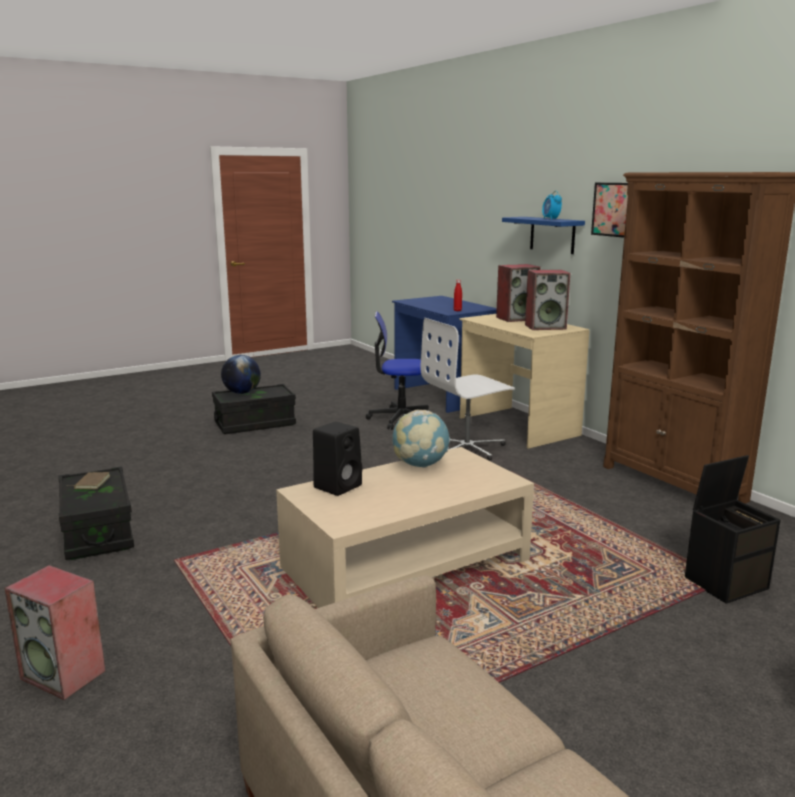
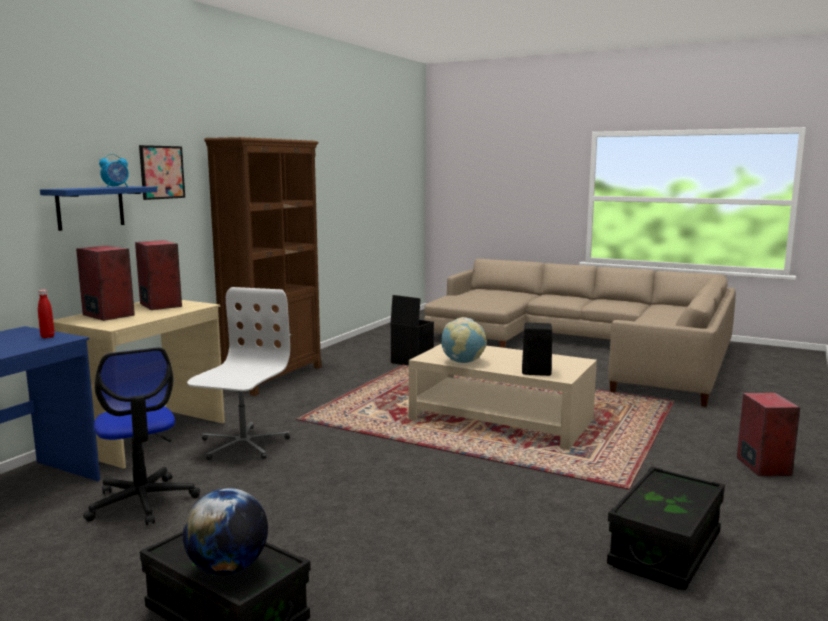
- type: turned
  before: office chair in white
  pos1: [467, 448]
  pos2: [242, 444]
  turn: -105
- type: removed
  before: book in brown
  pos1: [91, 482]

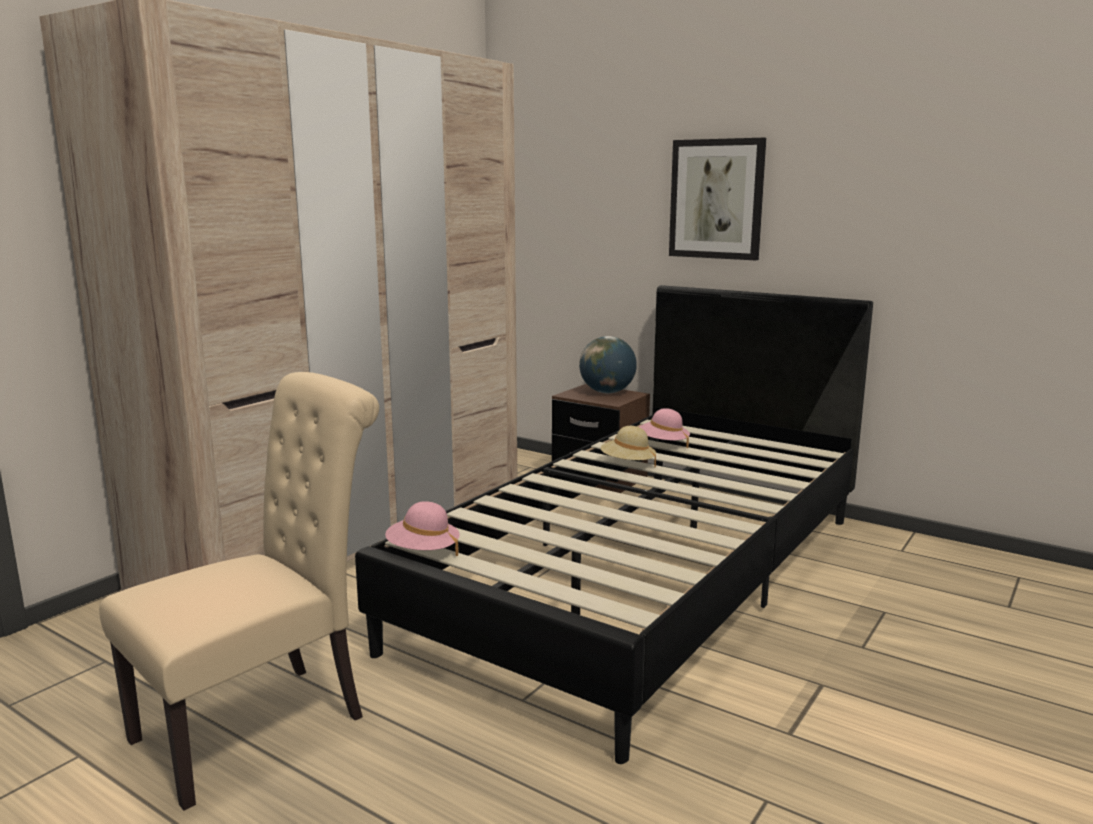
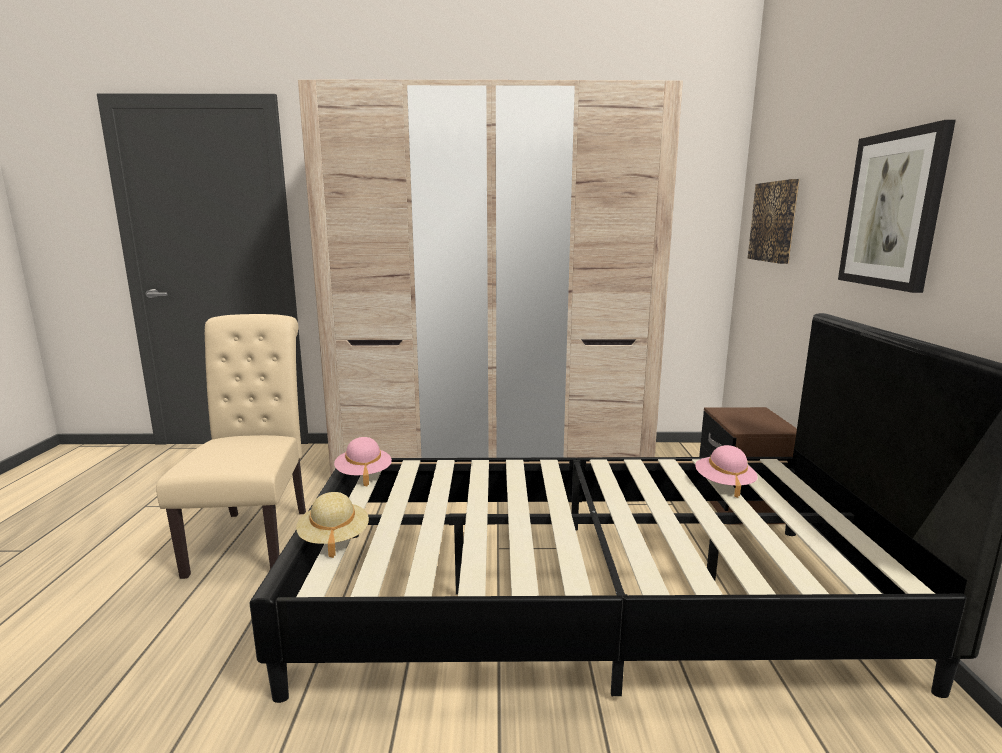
- type: turned
  before: chair in beige
  pos1: [263, 723]
  pos2: [254, 536]
  turn: -105
- type: moved
  before: hat in beige
  pos1: [627, 464]
  pos2: [334, 538]
- type: added
  after: picture
  pos2: [774, 222]
- type: removed
  before: globe
  pos1: [607, 392]

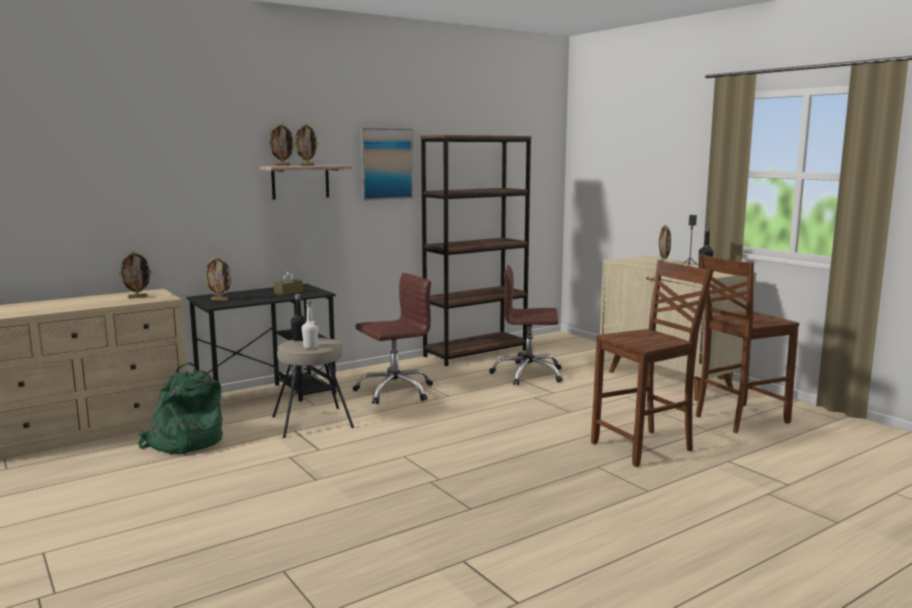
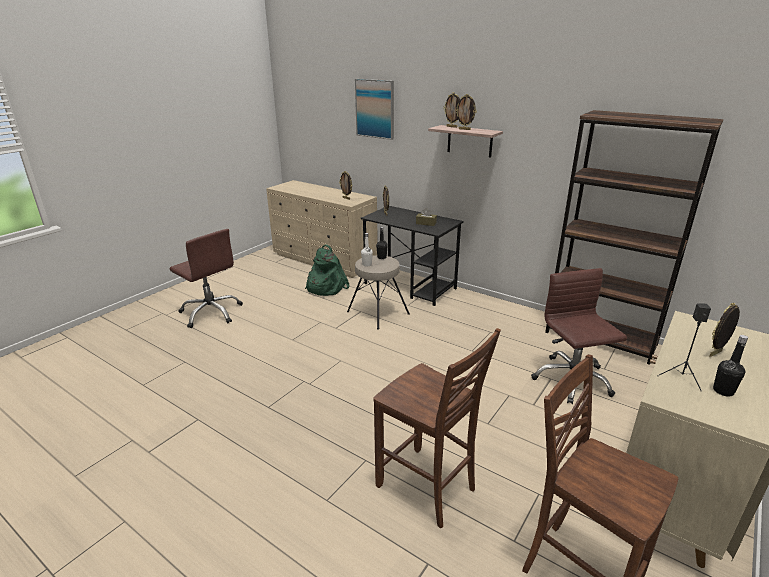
- type: moved
  before: office chair in brown
  pos1: [395, 391]
  pos2: [211, 312]
- type: moved
  before: picture
  pos1: [386, 164]
  pos2: [375, 109]

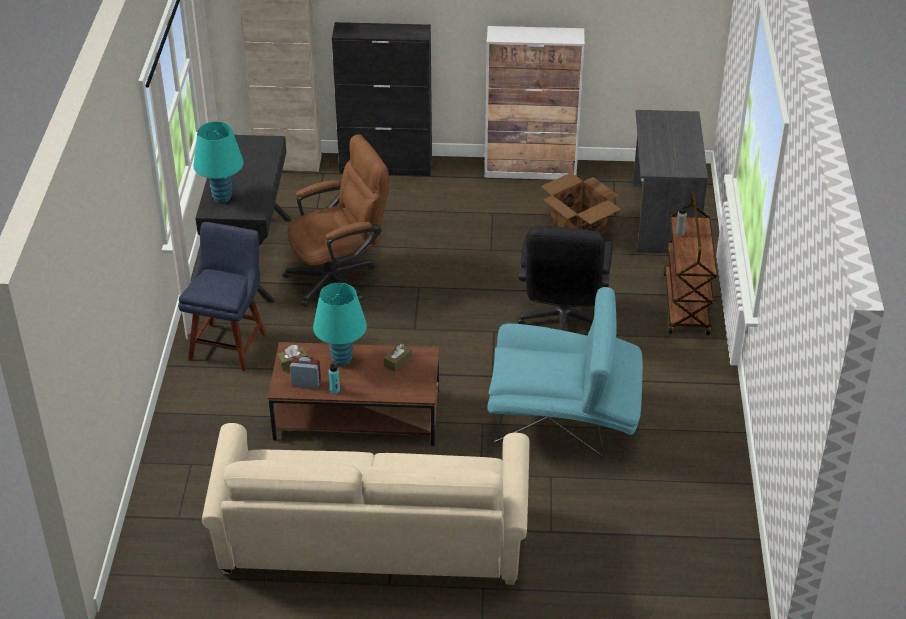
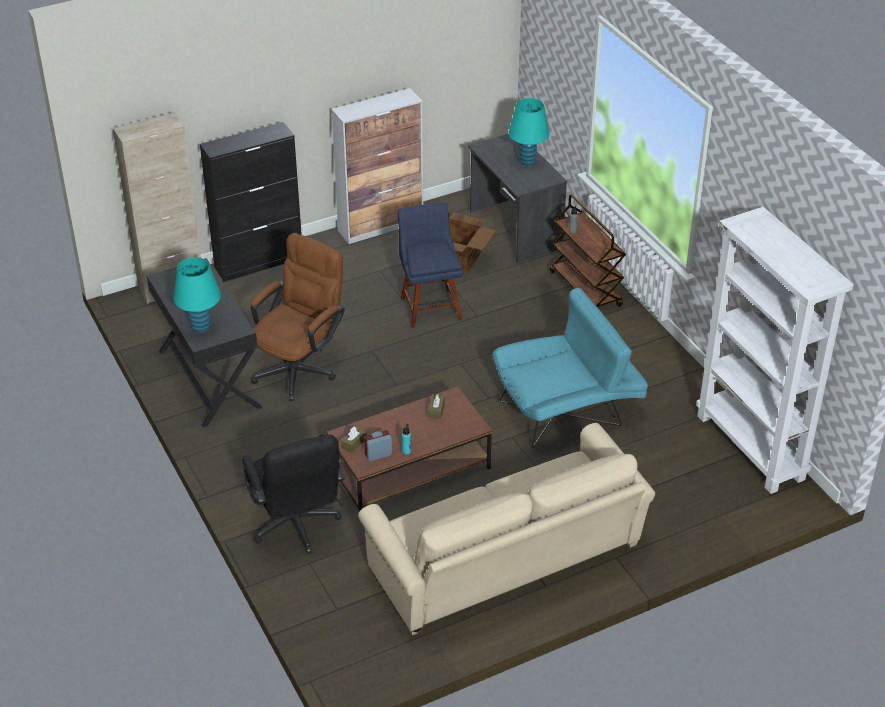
- type: moved
  before: office chair in black
  pos1: [562, 325]
  pos2: [297, 527]
- type: moved
  before: chair in blue
  pos1: [229, 344]
  pos2: [430, 306]
- type: moved
  before: table lamp in turquoise
  pos1: [342, 360]
  pos2: [527, 162]
- type: added
  after: bookcase in white
  pos2: [751, 447]

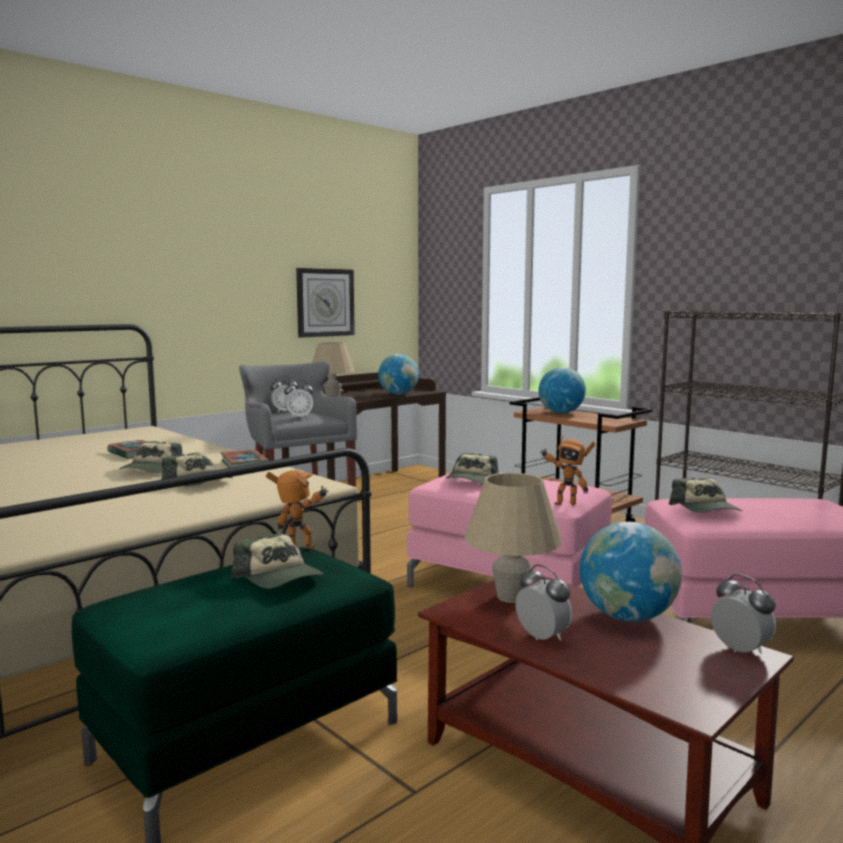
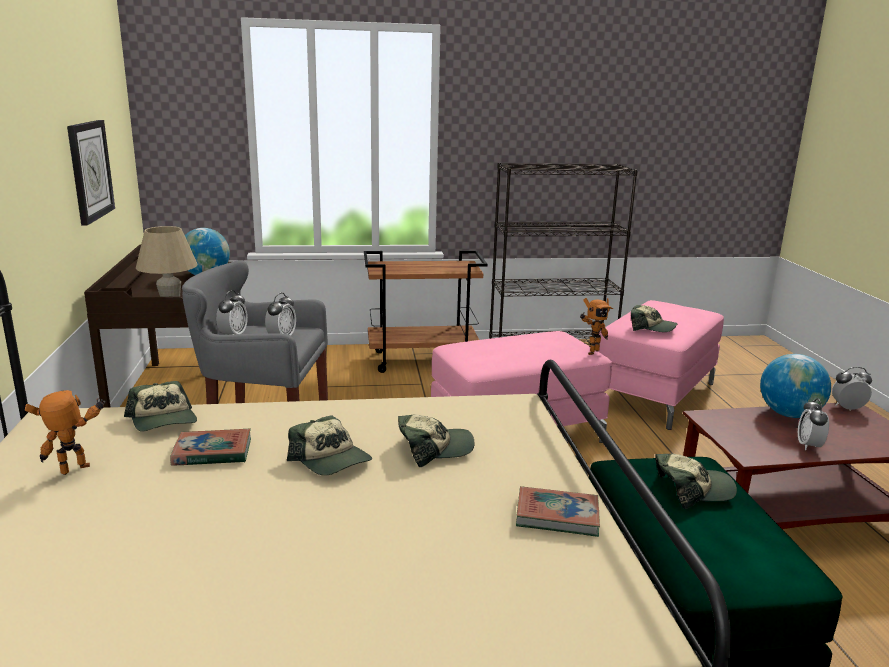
- type: moved
  before: toy robot
  pos1: [300, 549]
  pos2: [77, 471]
- type: moved
  before: cap
  pos1: [471, 480]
  pos2: [163, 420]
- type: moved
  before: book
  pos1: [245, 464]
  pos2: [557, 516]
- type: turned
  before: alarm clock
  pos1: [542, 637]
  pos2: [809, 446]
  turn: -75
- type: removed
  before: table lamp in beige
  pos1: [511, 597]
- type: removed
  before: globe
  pos1: [561, 413]

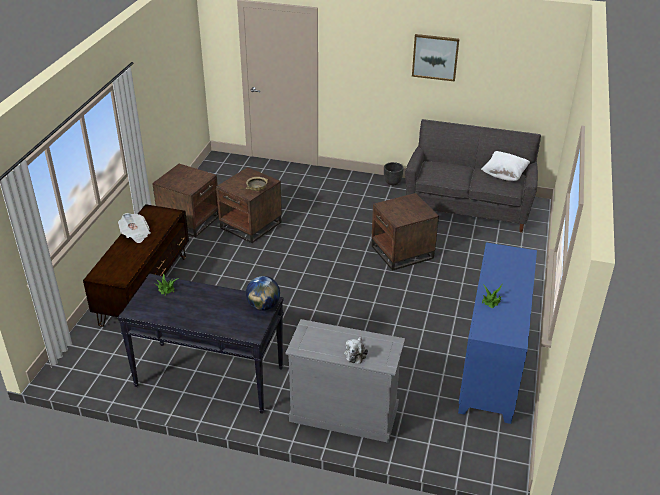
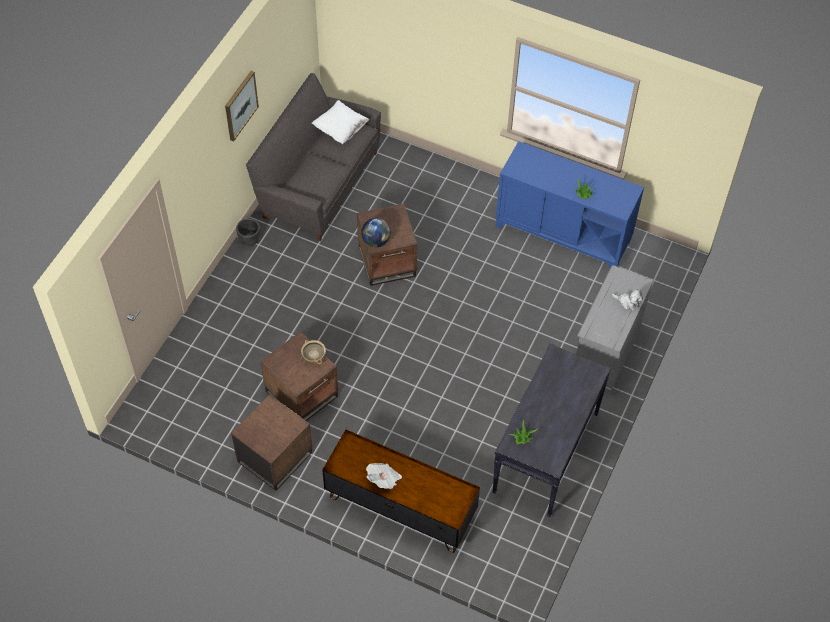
- type: moved
  before: globe
  pos1: [263, 306]
  pos2: [376, 241]

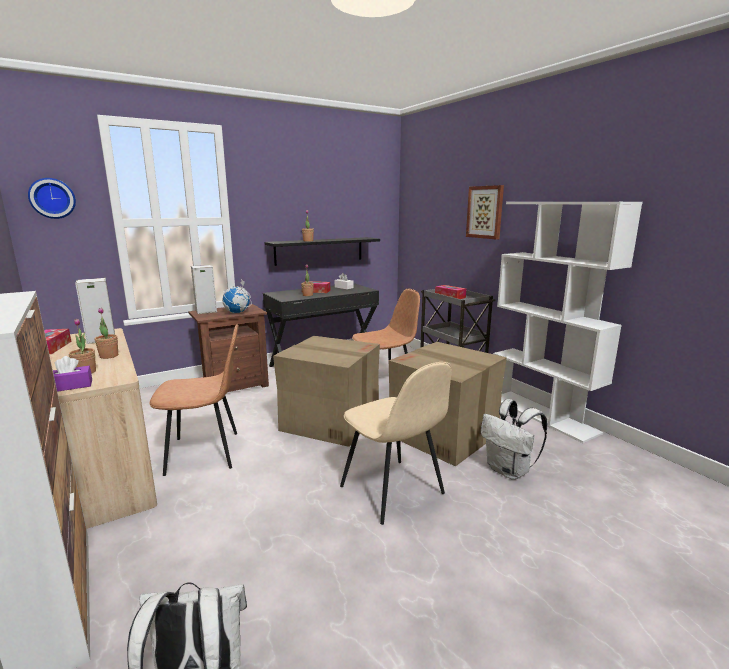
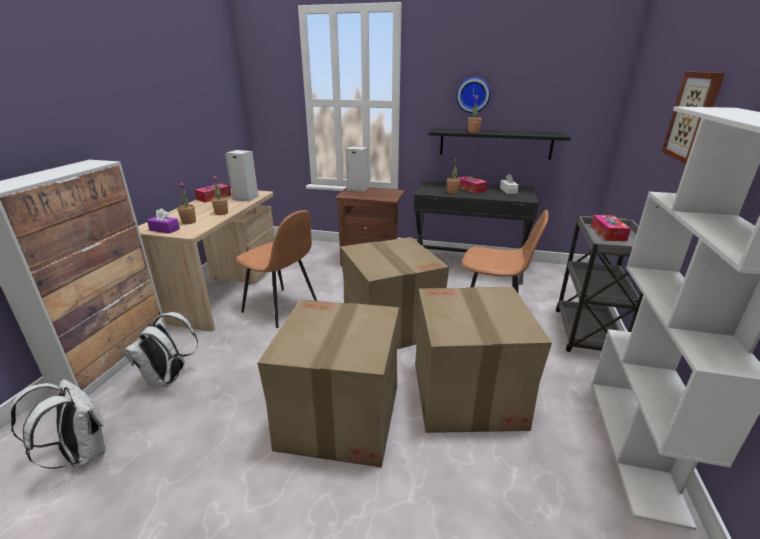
- type: moved
  before: backpack in white
  pos1: [509, 470]
  pos2: [169, 378]
- type: replaced
  before: chair in beige
  after: cardboard box
  pos1: [393, 491]
  pos2: [339, 417]
- type: moved
  before: wall clock
  pos1: [52, 198]
  pos2: [473, 95]
- type: removed
  before: globe
  pos1: [237, 312]

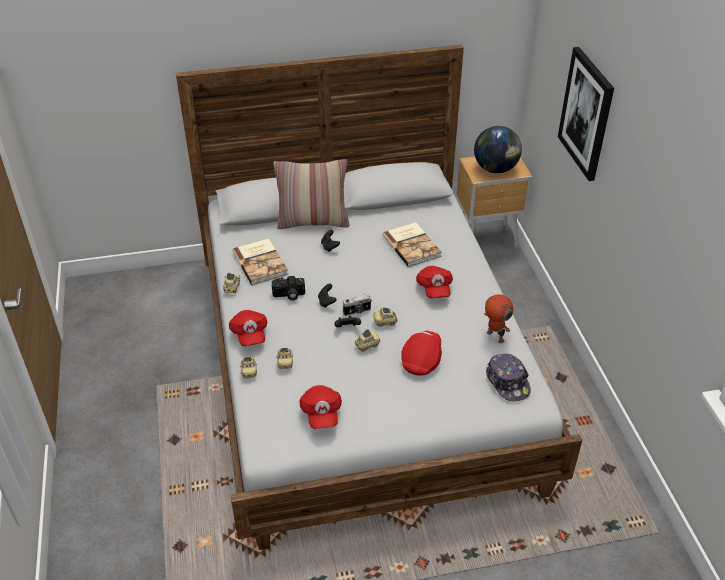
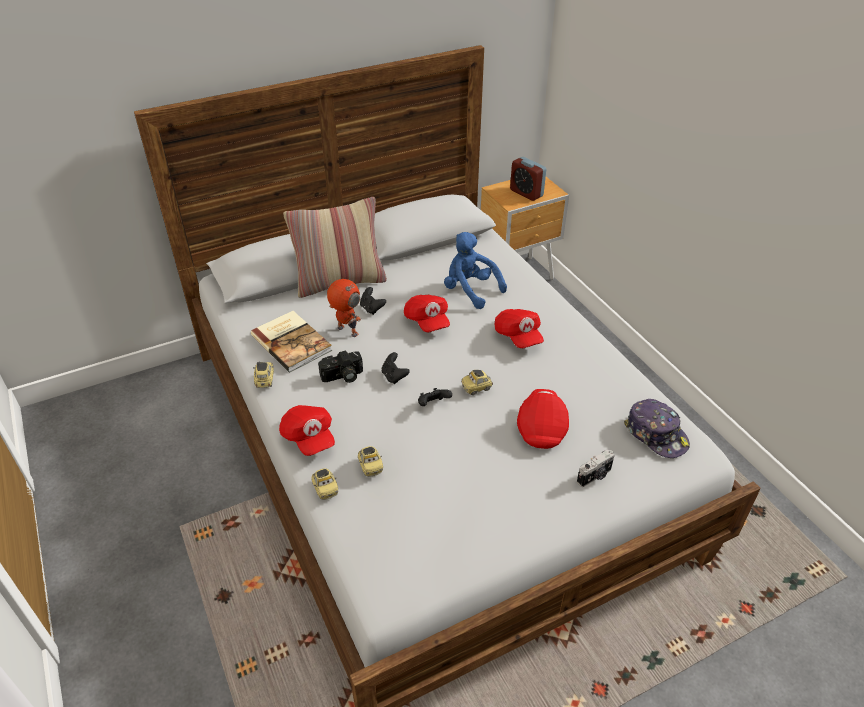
- type: moved
  before: toy robot
  pos1: [494, 337]
  pos2: [346, 331]
- type: moved
  before: cap in red
  pos1: [321, 413]
  pos2: [427, 321]
- type: replaced
  before: book
  after: plush toy in blue
  pos1: [412, 245]
  pos2: [470, 290]
- type: replaced
  before: globe
  after: alarm clock
  pos1: [495, 169]
  pos2: [526, 193]
- type: moved
  before: photo camera
  pos1: [357, 311]
  pos2: [595, 476]
- type: removed
  before: toy car
  pos1: [367, 345]
- type: removed
  before: picture
  pos1: [586, 113]

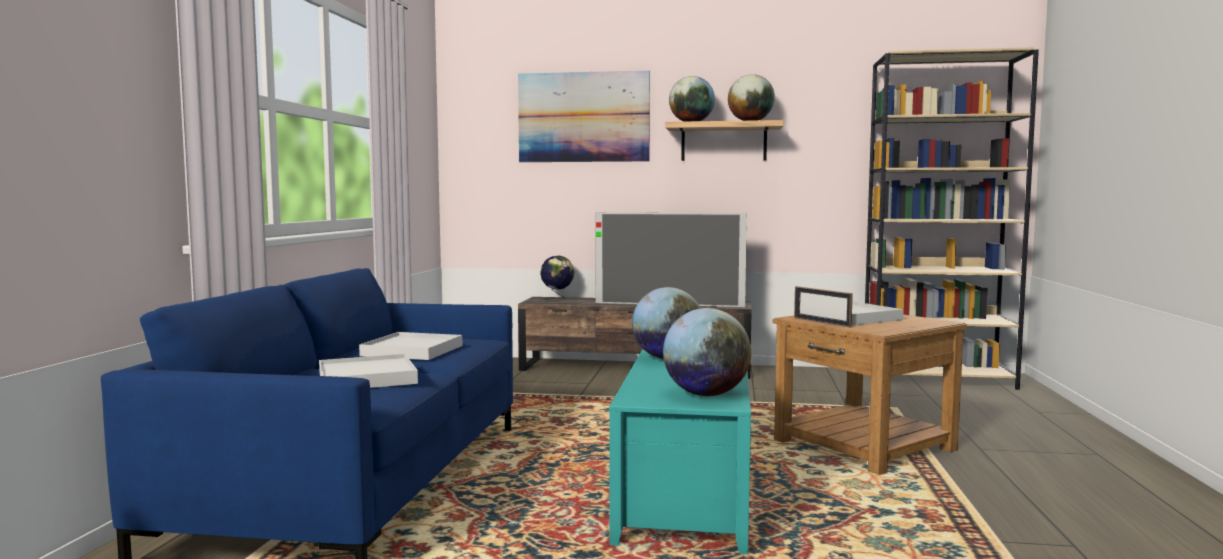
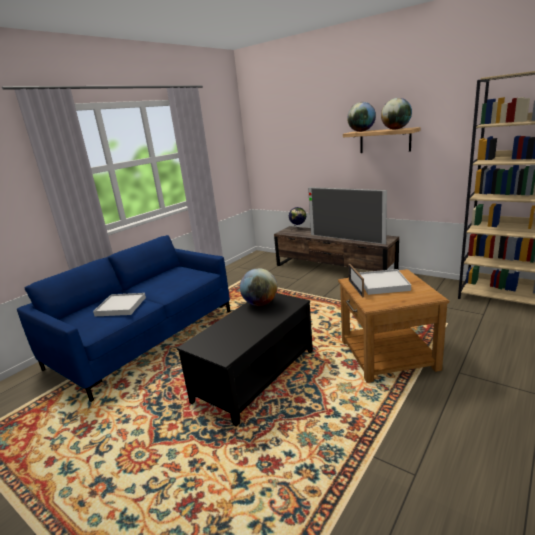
- type: recoloured
  before: coffee table in turquoise
  after: coffee table in black
  pos1: [686, 494]
  pos2: [255, 375]
- type: removed
  before: tray in white
  pos1: [412, 350]
- type: removed
  before: picture
  pos1: [584, 117]
- type: removed
  before: globe
  pos1: [706, 394]

